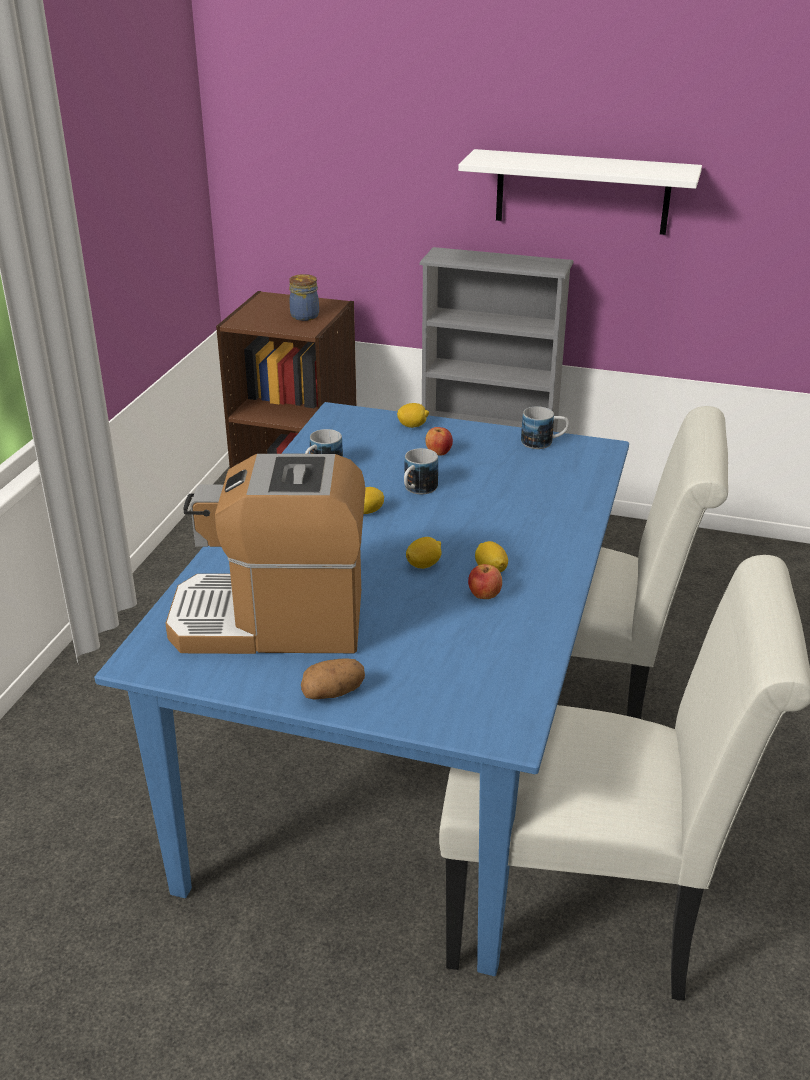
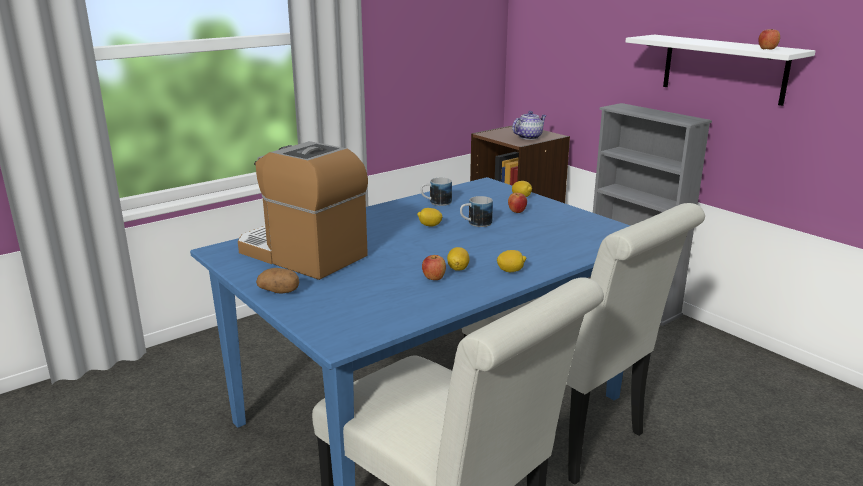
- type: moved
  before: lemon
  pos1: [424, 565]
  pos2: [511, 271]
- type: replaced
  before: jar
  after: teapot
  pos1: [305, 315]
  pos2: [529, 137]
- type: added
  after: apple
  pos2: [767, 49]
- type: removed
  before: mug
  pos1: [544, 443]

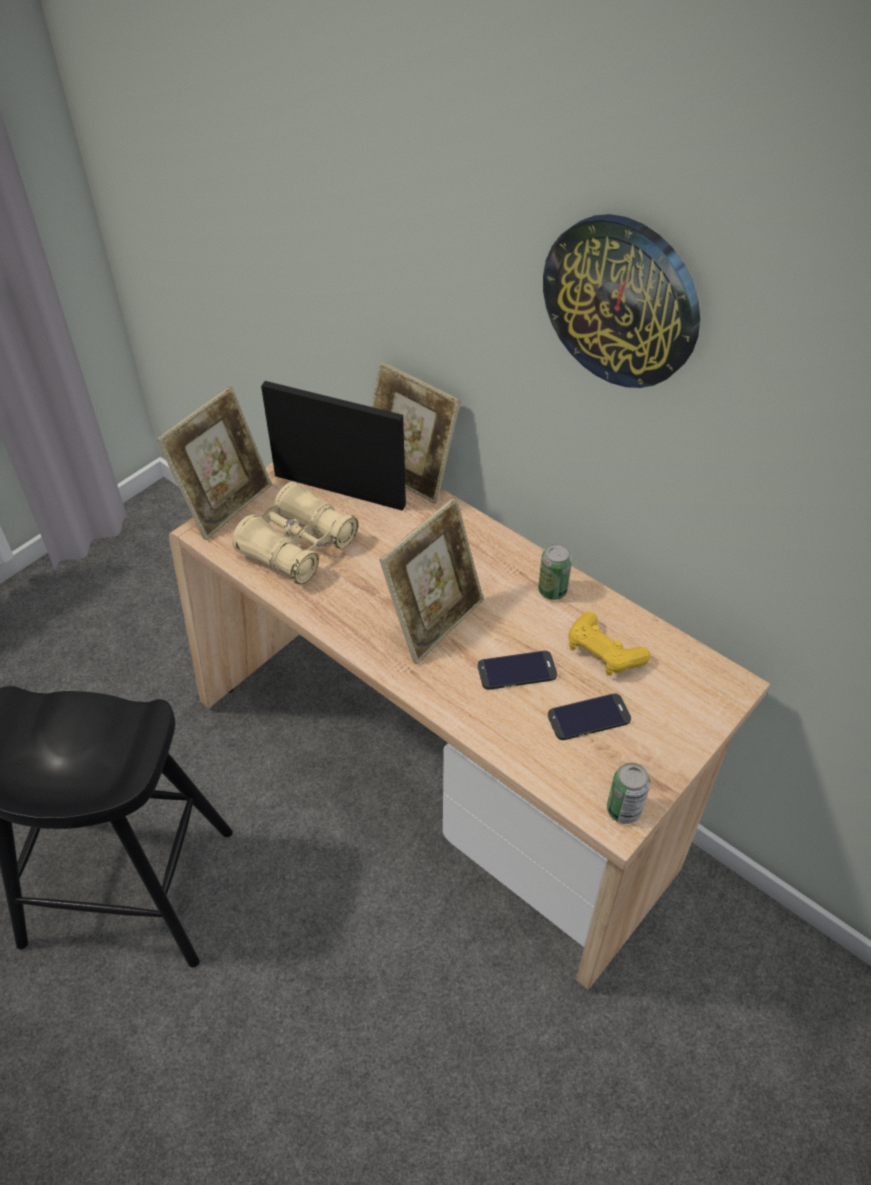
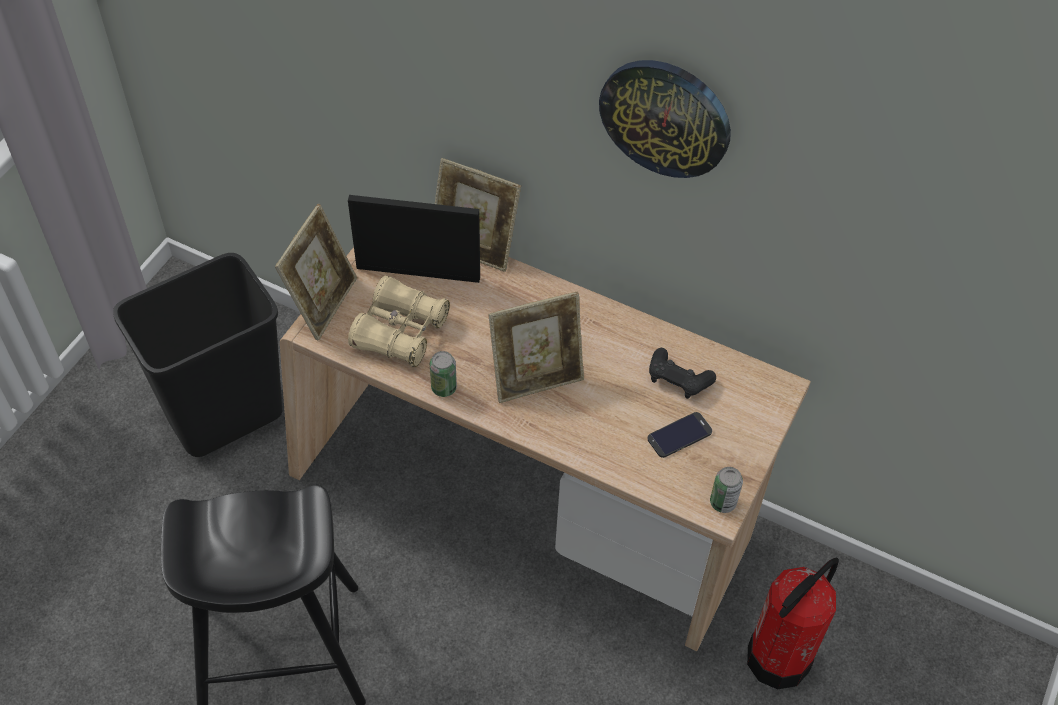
- type: added
  after: trash can in black
  pos2: [226, 414]
- type: moved
  before: can
  pos1: [552, 590]
  pos2: [444, 388]
- type: turned
  before: picture frame
  pos1: [435, 621]
  pos2: [536, 378]
  turn: 45
- type: recoloured
  before: game controller in yellow
  after: game controller in black
  pos1: [603, 652]
  pos2: [678, 379]
- type: added
  after: fire extinguisher
  pos2: [779, 658]
- type: removed
  before: phone
  pos1: [517, 671]

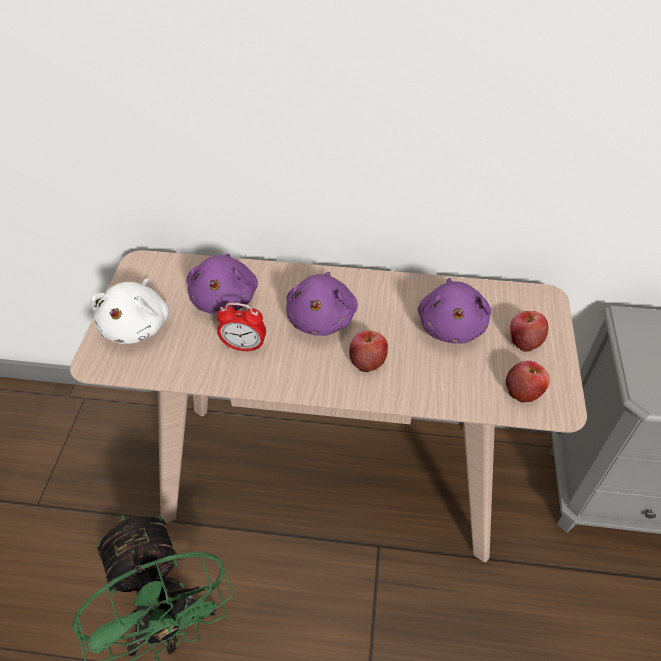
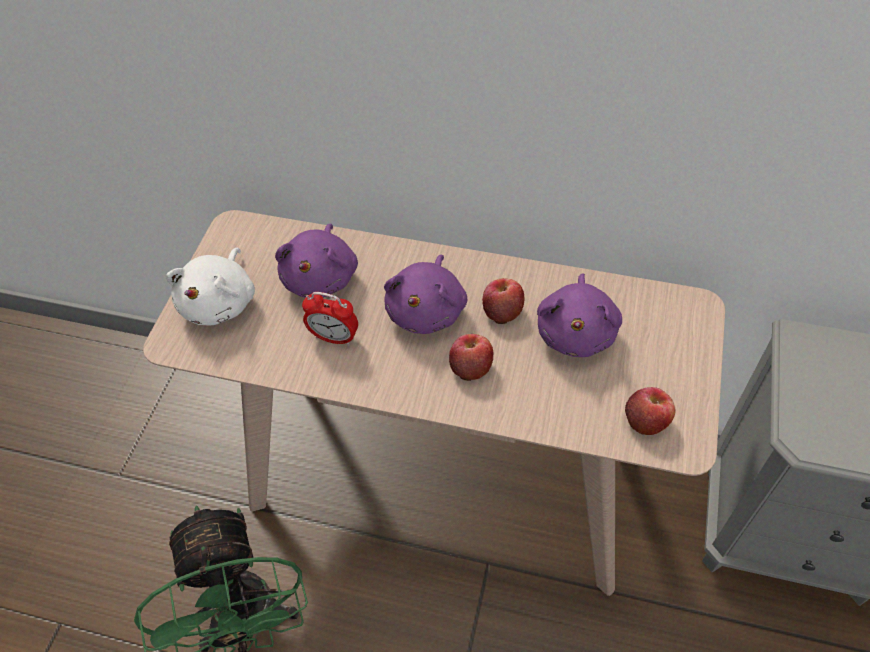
- type: moved
  before: apple
  pos1: [524, 340]
  pos2: [502, 311]

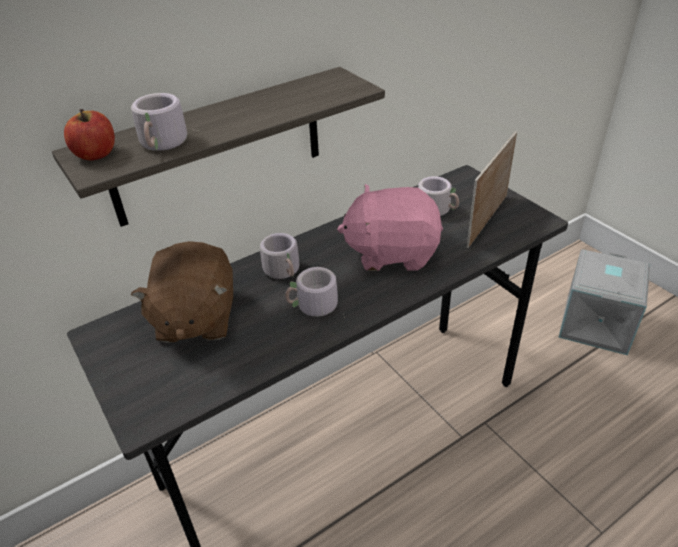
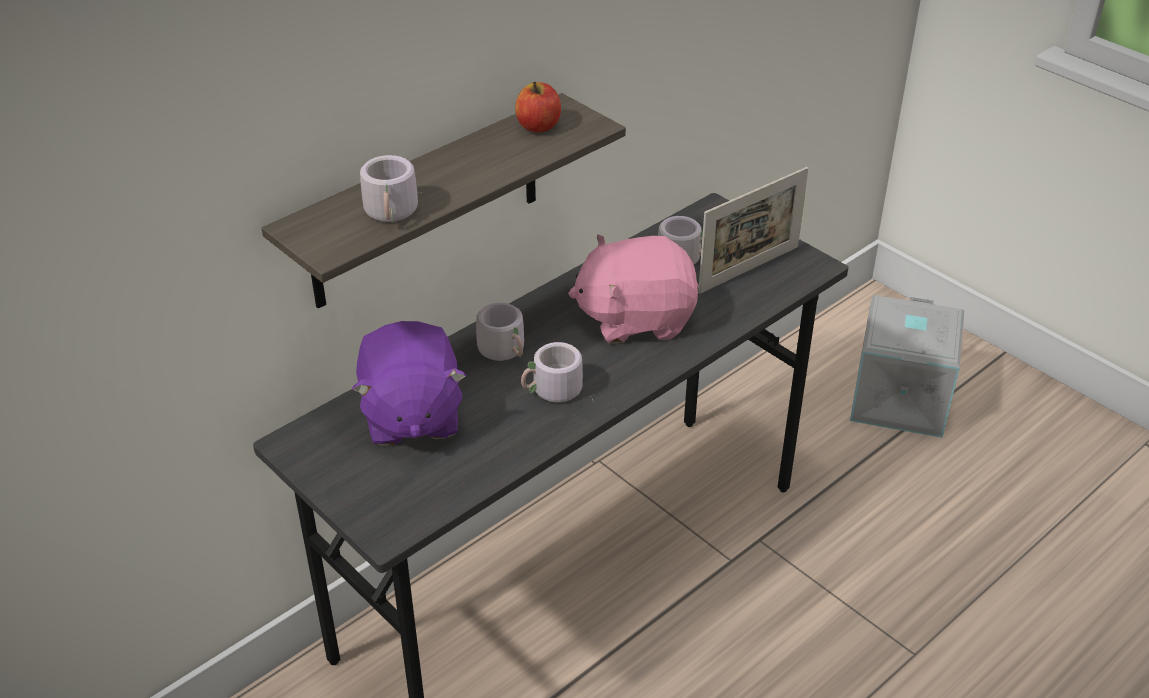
- type: recoloured
  before: plush toy in brown
  after: plush toy in purple
  pos1: [195, 319]
  pos2: [411, 416]
- type: moved
  before: apple
  pos1: [96, 154]
  pos2: [538, 126]
- type: turned
  before: picture frame
  pos1: [487, 220]
  pos2: [749, 269]
  turn: -150

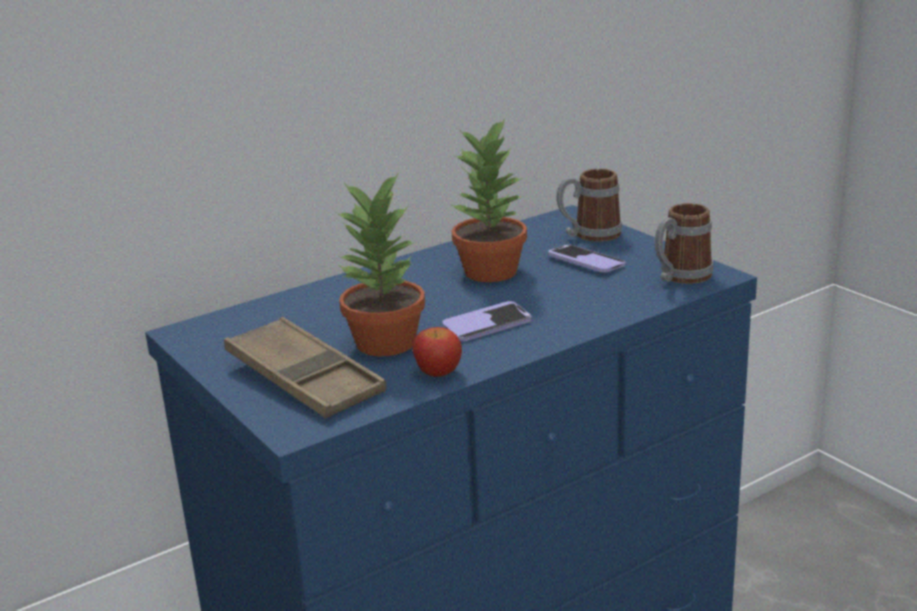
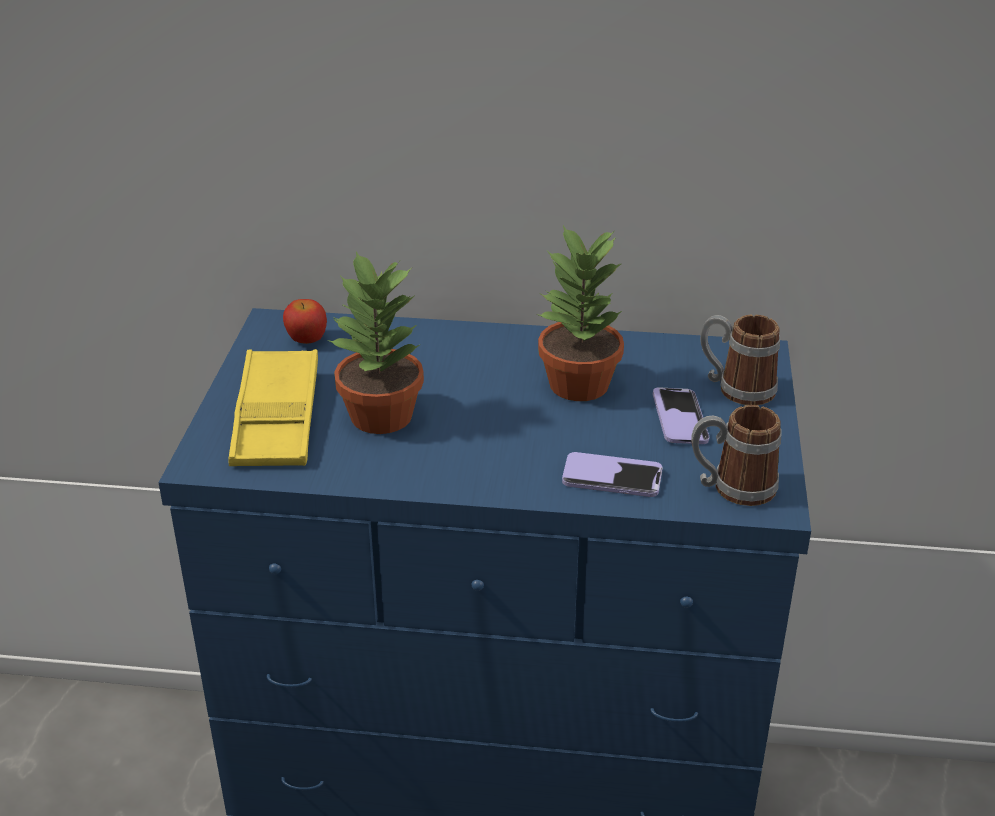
- type: recoloured
  before: tray in brown
  after: tray in yellow
  pos1: [304, 378]
  pos2: [277, 418]
- type: moved
  before: apple
  pos1: [438, 372]
  pos2: [306, 339]
- type: moved
  before: phone
  pos1: [487, 324]
  pos2: [612, 477]

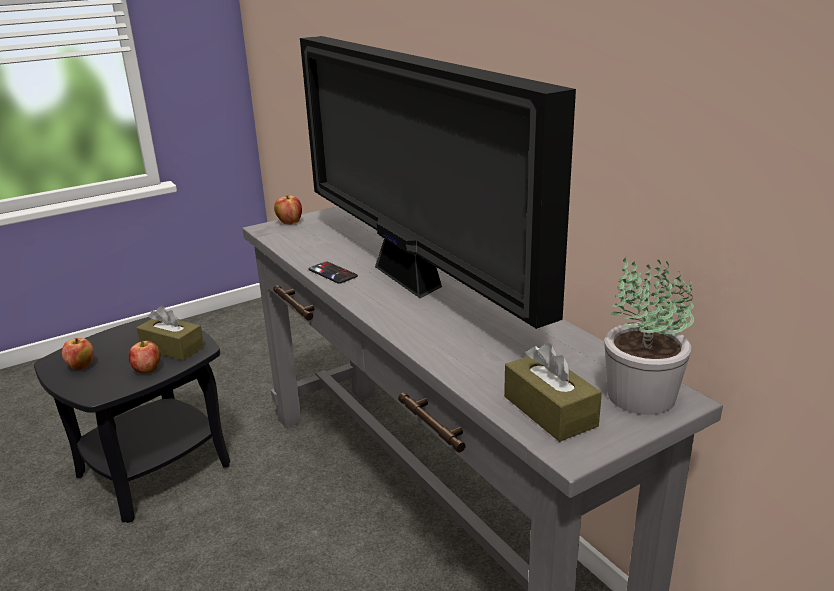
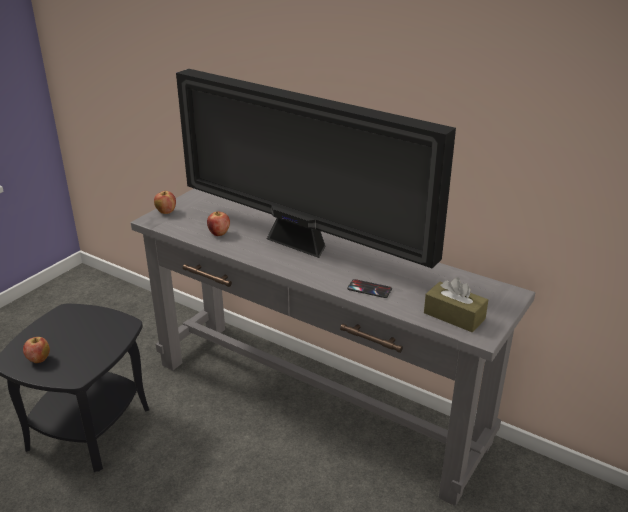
- type: moved
  before: apple
  pos1: [147, 370]
  pos2: [219, 234]
- type: moved
  before: phone
  pos1: [333, 273]
  pos2: [369, 289]
- type: removed
  before: tissue box in brown
  pos1: [172, 348]
- type: removed
  before: potted plant
  pos1: [639, 396]

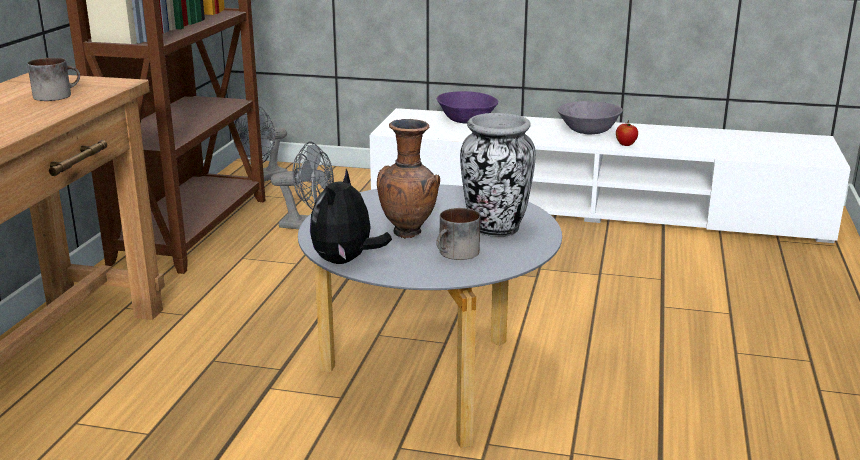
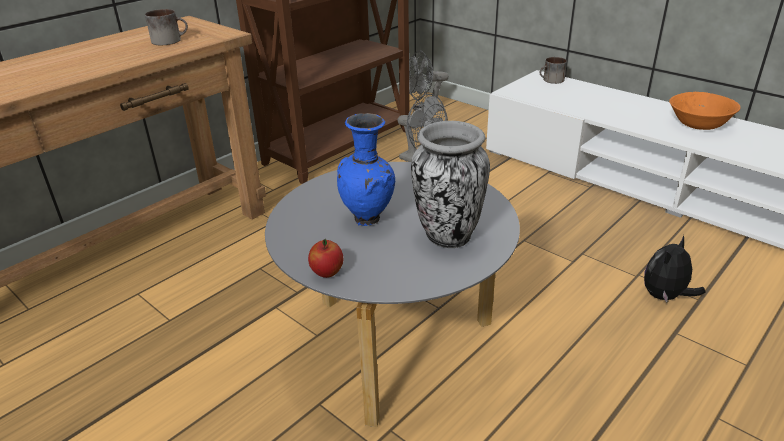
- type: moved
  before: apple
  pos1: [626, 144]
  pos2: [327, 272]
- type: recoloured
  before: vase in brown
  after: vase in blue
  pos1: [409, 233]
  pos2: [369, 220]
- type: moved
  before: mug
  pos1: [457, 254]
  pos2: [551, 80]
- type: moved
  before: plush toy
  pos1: [346, 261]
  pos2: [665, 296]
- type: recoloured
  before: bowl in grey
  after: bowl in orange
  pos1: [589, 131]
  pos2: [700, 124]
- type: removed
  before: bowl in purple
  pos1: [465, 120]

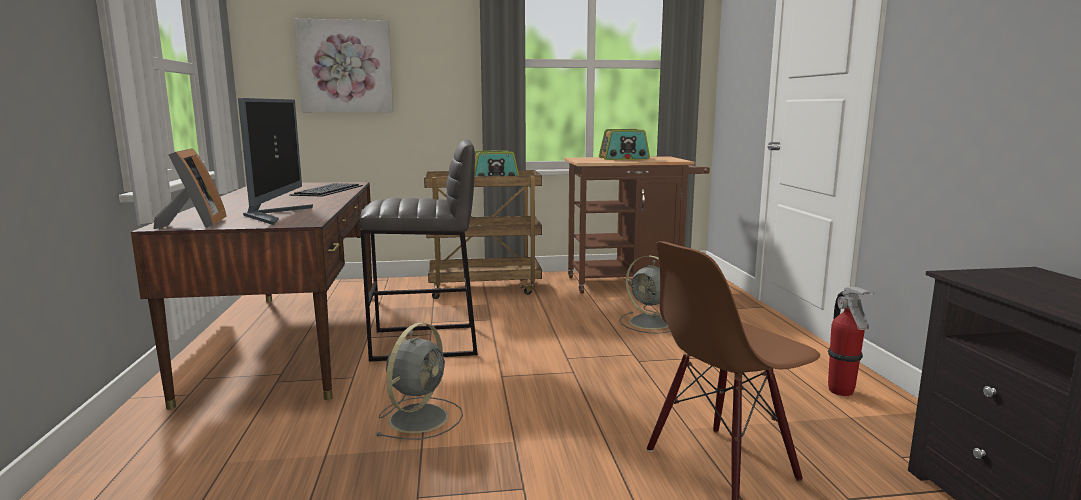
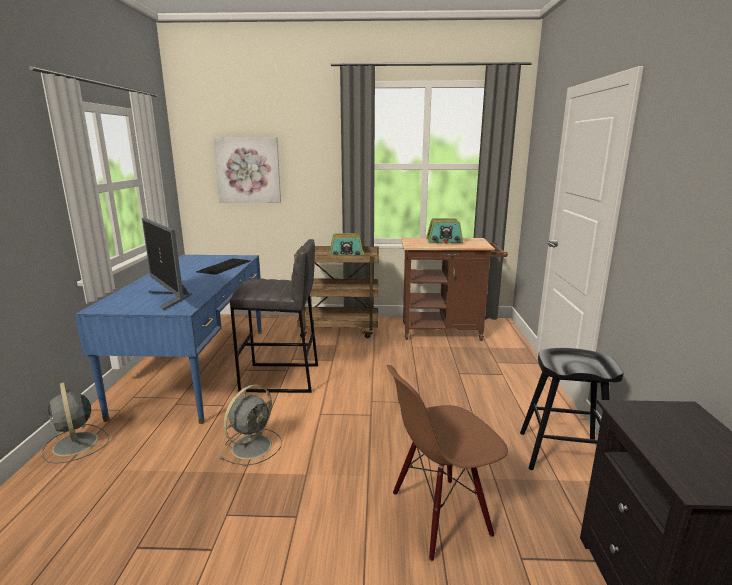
- type: moved
  before: fan in grey
  pos1: [651, 323]
  pos2: [75, 445]
- type: recoloured
  before: desk in brown
  after: desk in blue
  pos1: [292, 340]
  pos2: [197, 368]
- type: turned
  before: monitor
  pos1: [275, 215]
  pos2: [171, 298]
  turn: 135
- type: replaced
  before: fire extinguisher
  after: stool in black
  pos1: [841, 391]
  pos2: [562, 454]
- type: removed
  before: picture frame
  pos1: [195, 224]

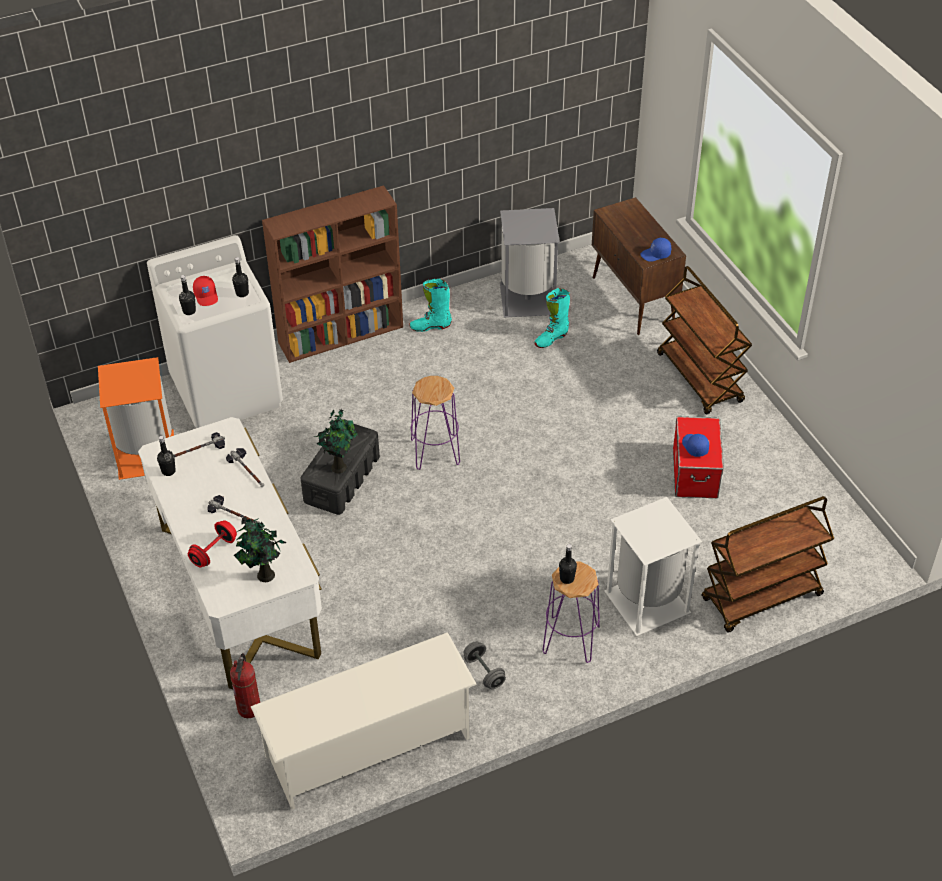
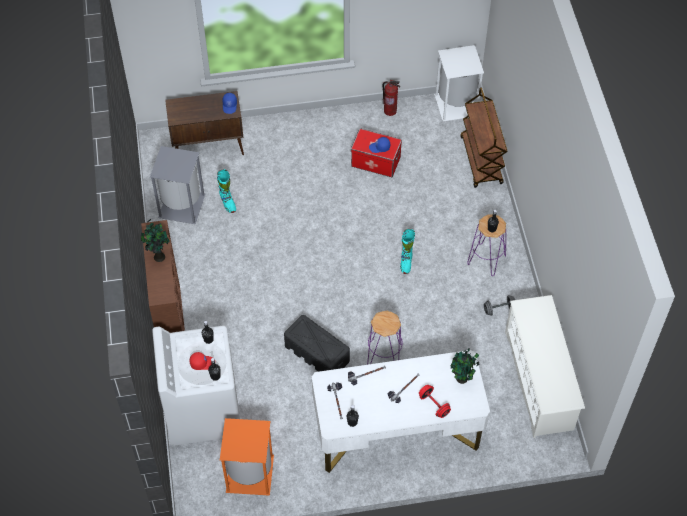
- type: moved
  before: potted plant
  pos1: [339, 466]
  pos2: [158, 256]
- type: moved
  before: stool in purple
  pos1: [435, 452]
  pos2: [384, 355]
- type: moved
  before: fire extinguisher
  pos1: [249, 709]
  pos2: [390, 111]
- type: moved
  before: boot in turquoise
  pos1: [430, 326]
  pos2: [406, 262]
- type: moved
  before: trash can in white
  pos1: [645, 601]
  pos2: [455, 105]
- type: removed
  before: cart in brown
  pos1: [700, 378]

